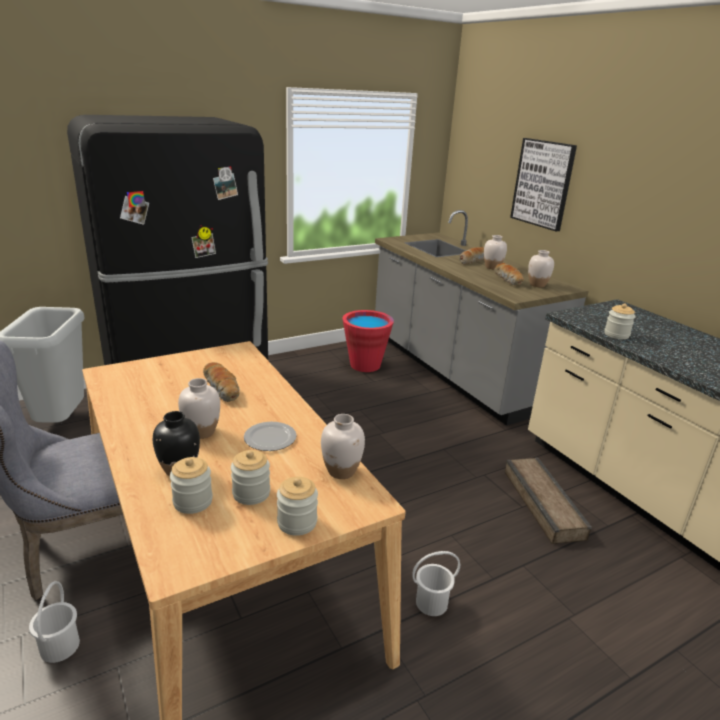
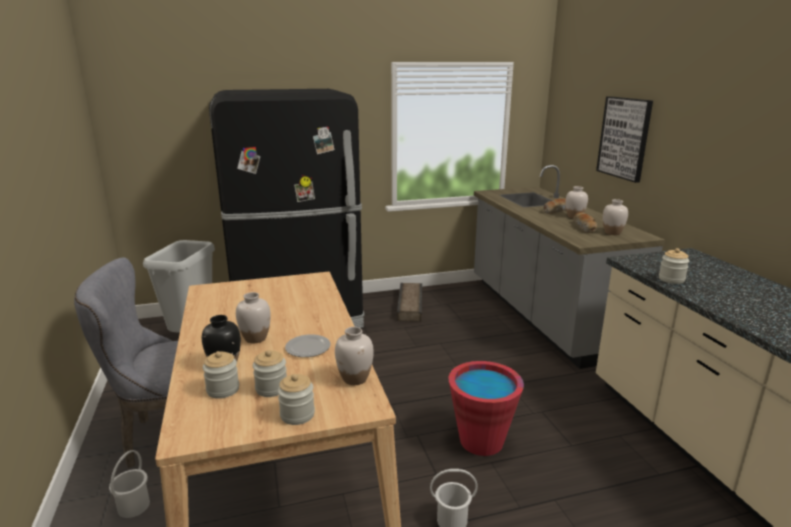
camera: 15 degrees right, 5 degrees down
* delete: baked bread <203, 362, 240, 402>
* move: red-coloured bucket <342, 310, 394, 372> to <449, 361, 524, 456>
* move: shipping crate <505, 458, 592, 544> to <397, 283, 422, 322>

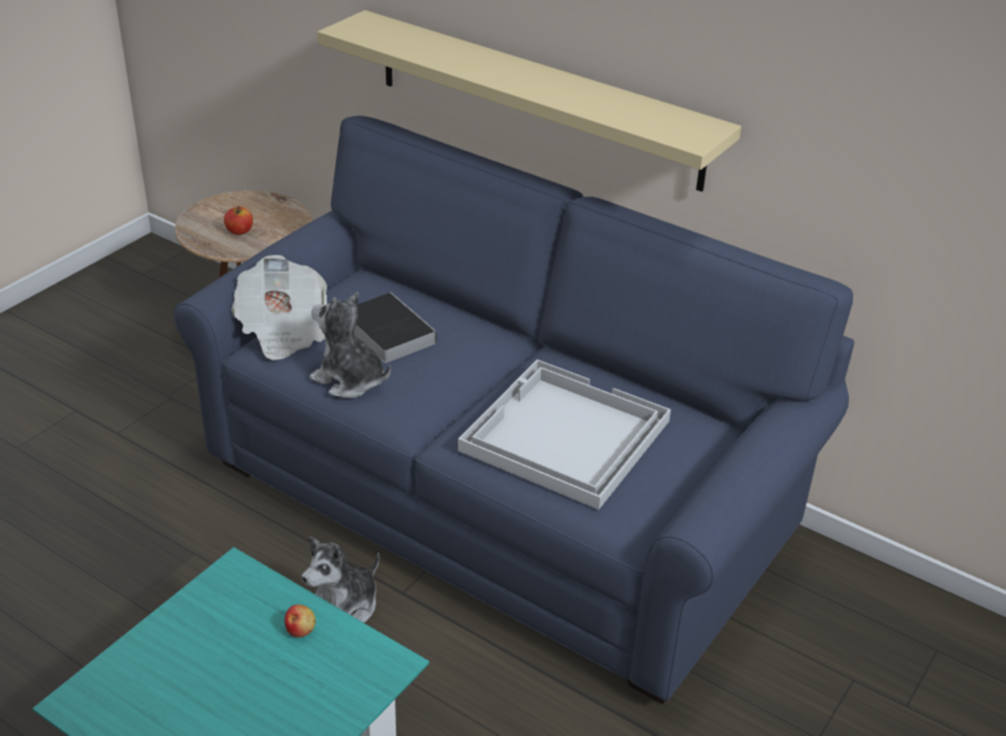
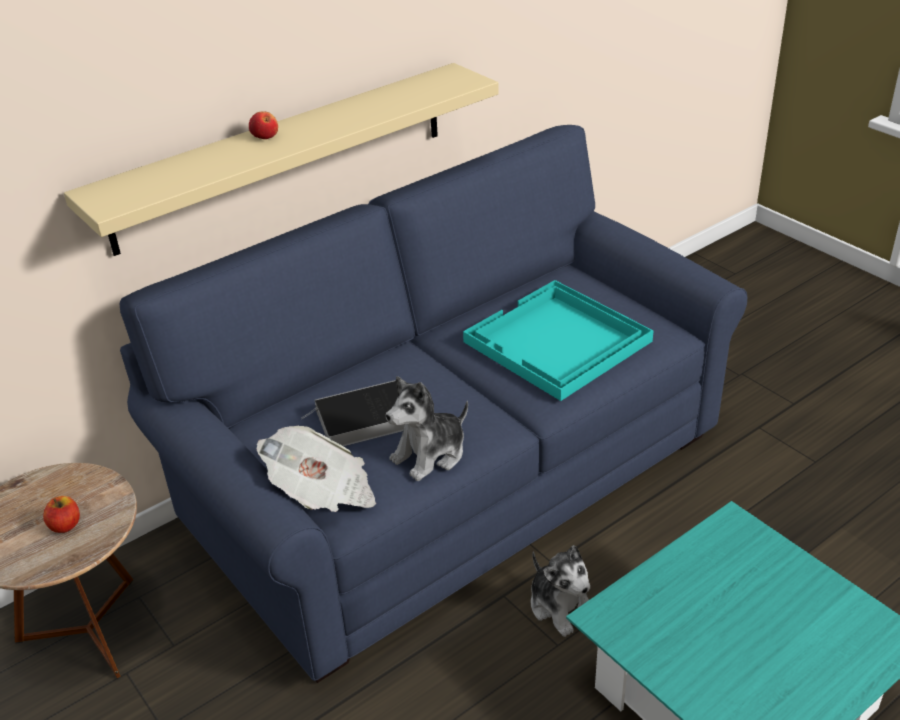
camera: 70 degrees left, 0 degrees up
* move: apple fruit <284, 604, 316, 637> to <249, 111, 278, 139>
* recolor: whitish tray <458, 359, 671, 510> to turquoise tray <463, 280, 653, 401>

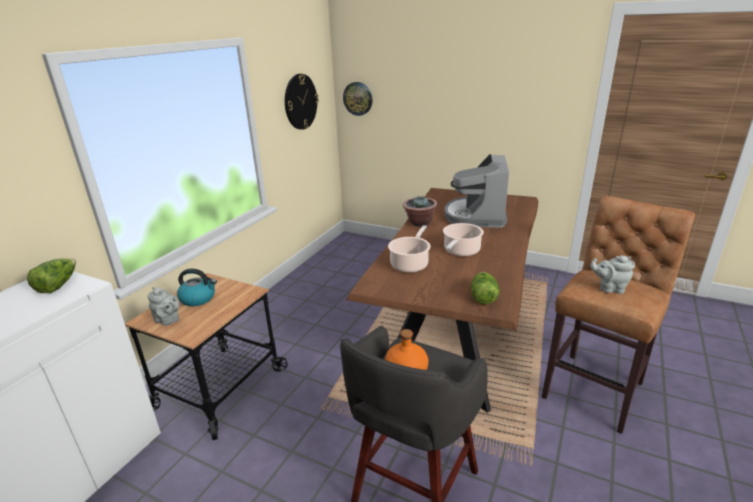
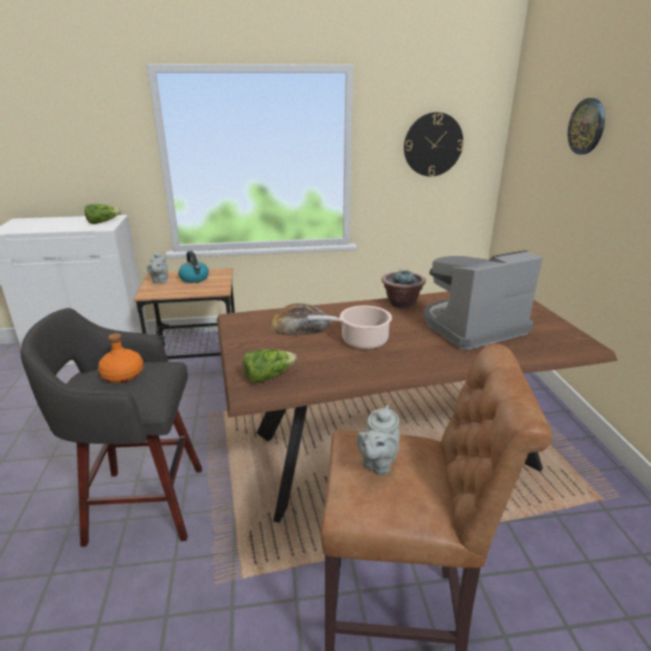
camera: 55 degrees right, 0 degrees up
* move: wall clock <343, 82, 372, 116> to <568, 98, 605, 155>
* replace: stockpot <388, 225, 431, 273> to baked bread <270, 303, 331, 336>
* rotate: gray pot for tea <590, 255, 635, 294> = <356, 405, 400, 475> 135 degrees counterclockwise

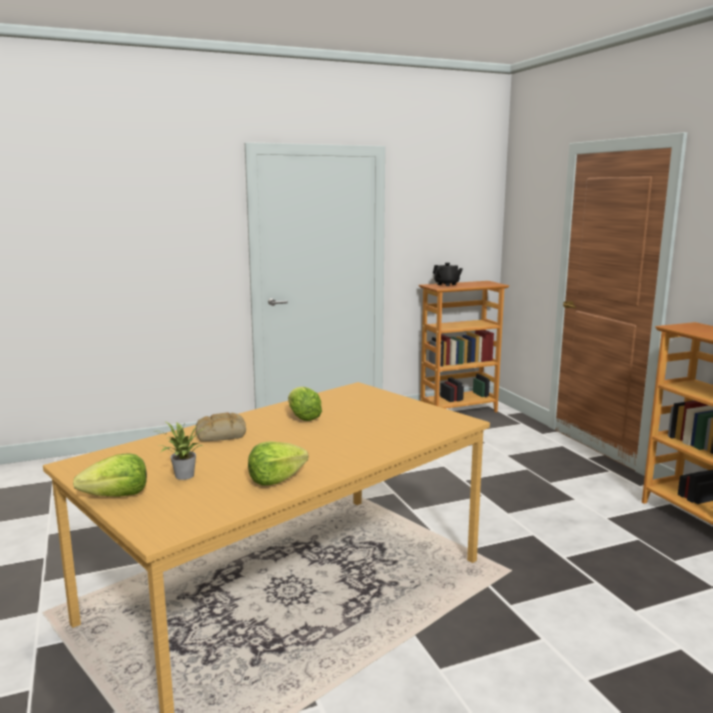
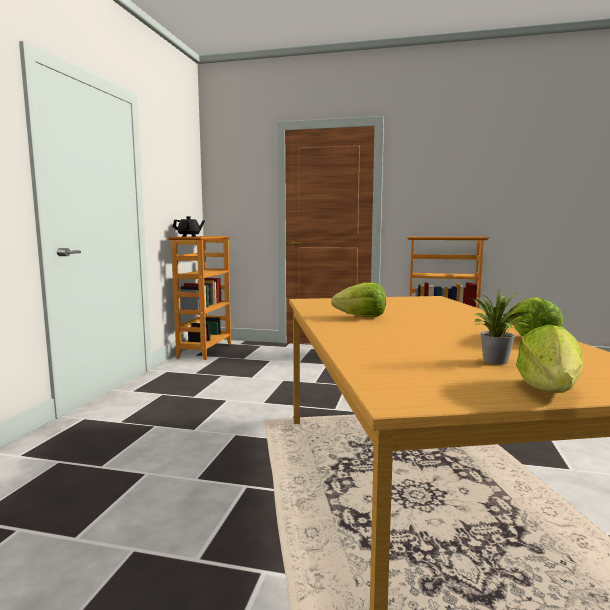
camera: 55 degrees left, 5 degrees down
* delete: baked bread <195, 412, 246, 441>

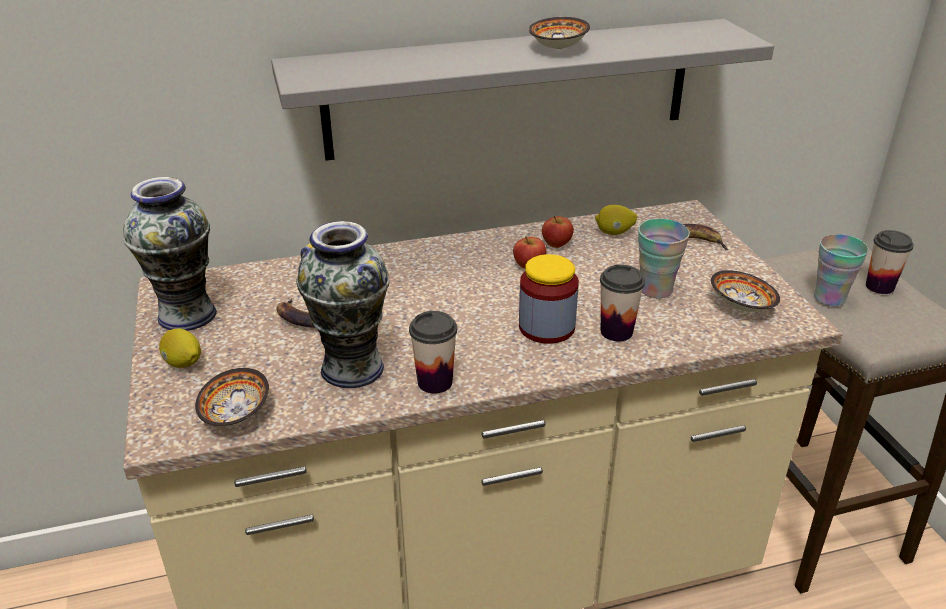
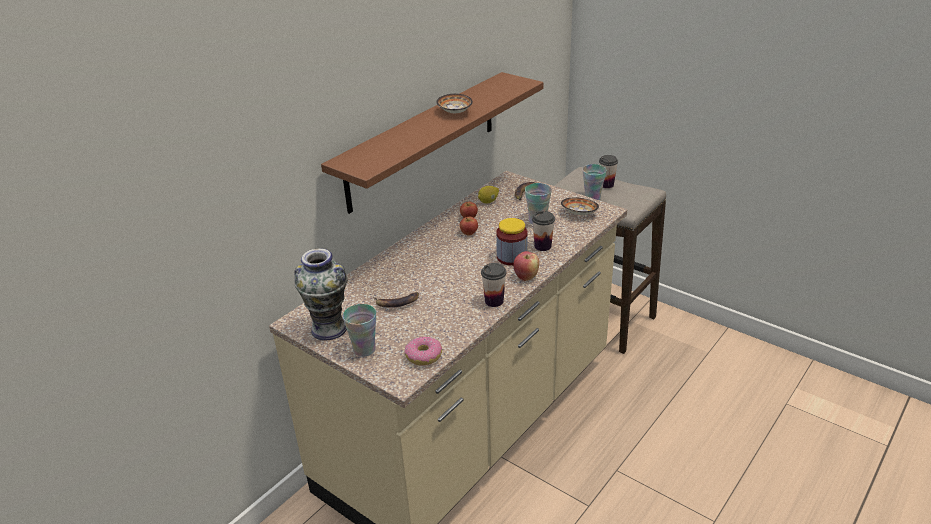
camera: 35 degrees left, 0 degrees up
* delete: decorative vase <297, 221, 389, 388>
* insert: apple fruit <513, 251, 539, 281>
* replace: whole lemon <159, 329, 201, 368> to small cup <343, 304, 376, 357>
* replace: deep dish <195, 368, 269, 426> to doughnut <405, 337, 442, 366>
* recolor: gray shelf <271, 19, 774, 161> to brown shelf <321, 72, 543, 214>

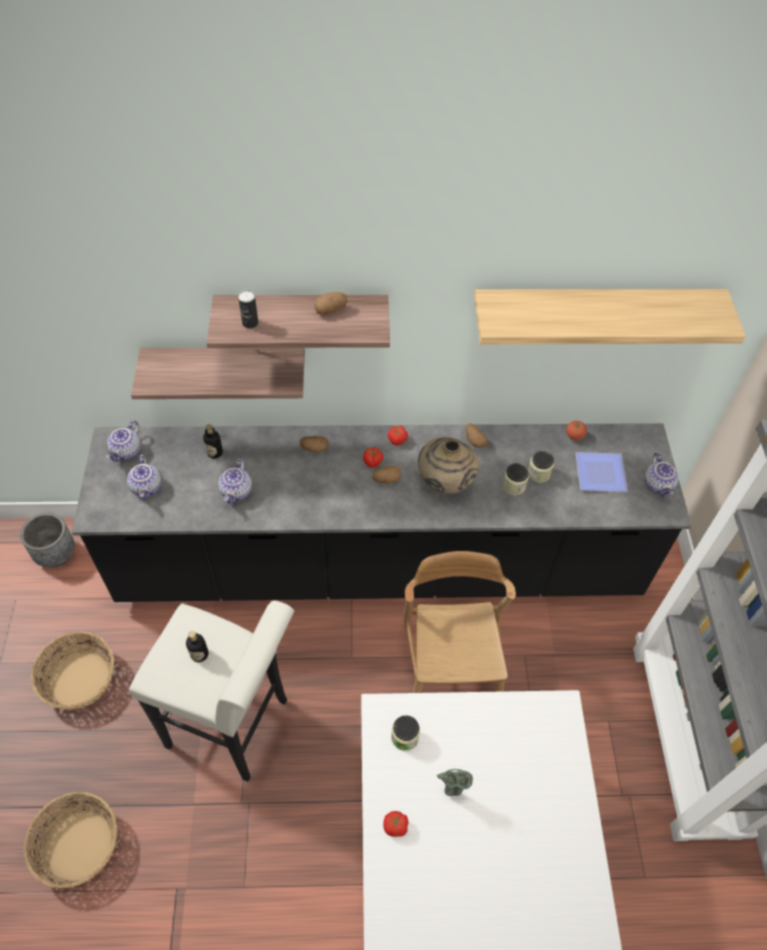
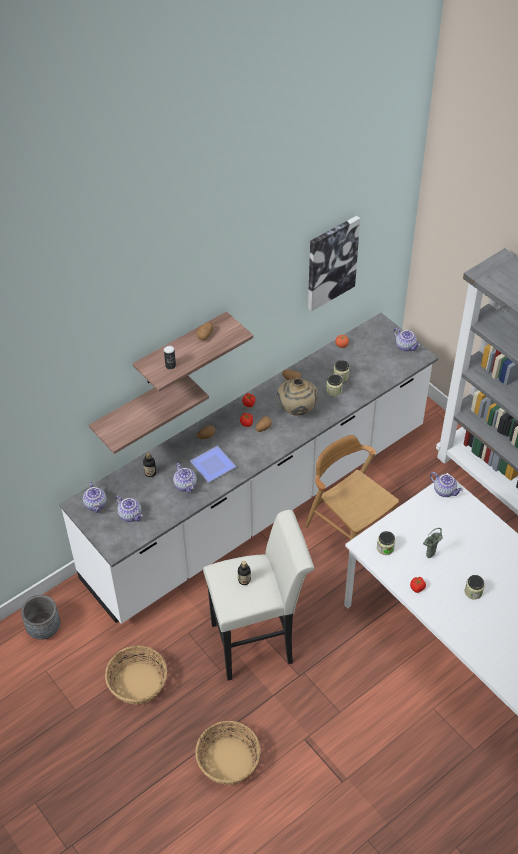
camera: 35 degrees left, 5 degrees down
* insert: pot for tea <430, 472, 463, 497>
* insert: preserve jar <464, 575, 485, 600>
* move: flat dish <576, 452, 628, 492> to <190, 446, 236, 482>
* replace: shelf <474, 289, 746, 344> to wall art <308, 216, 360, 312>
* recolor: black kitchen counter <72, 423, 691, 602> to whitish kitchen counter <59, 313, 438, 624>

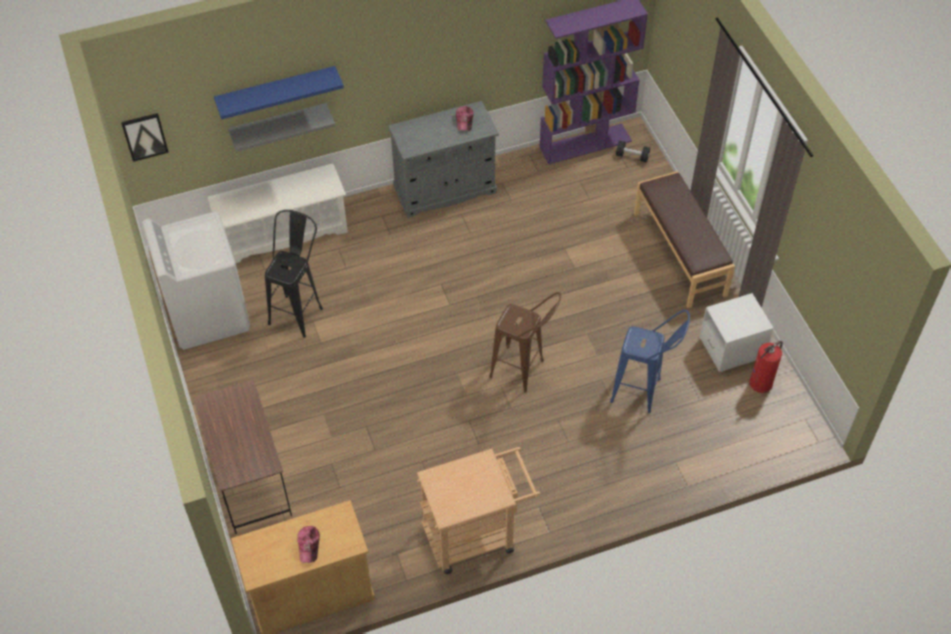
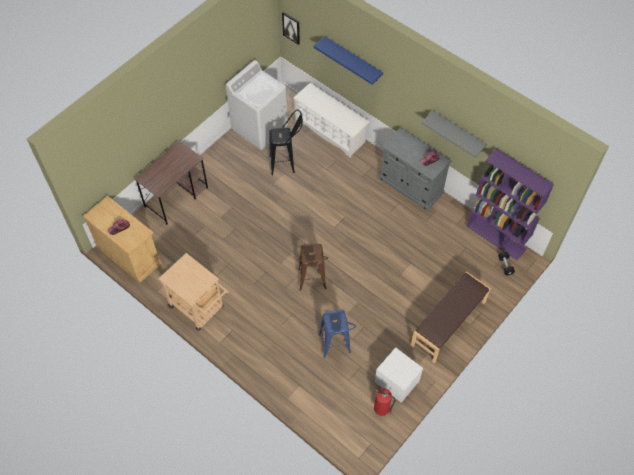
camera: 60 degrees right, 5 degrees up
* move: gray shelf <228, 103, 335, 152> to <421, 110, 487, 157>

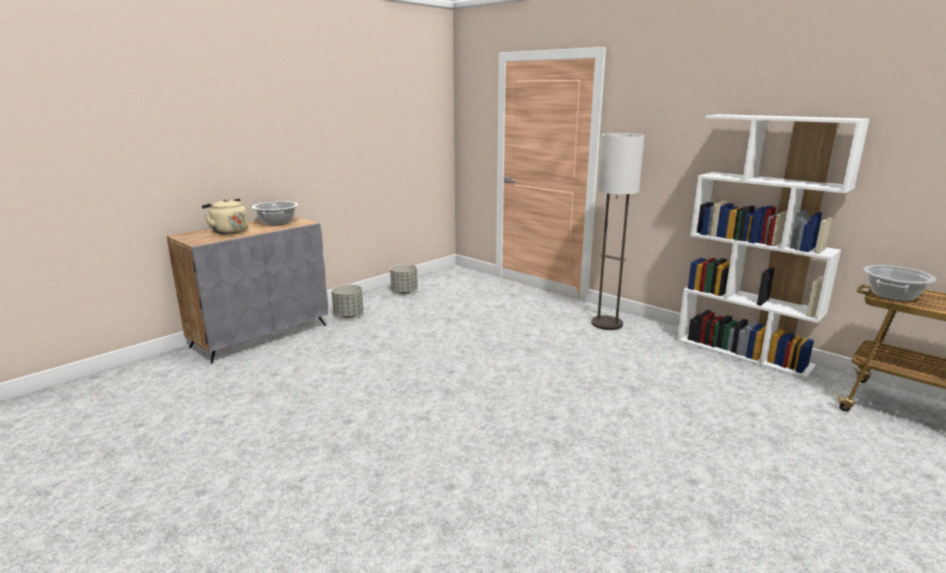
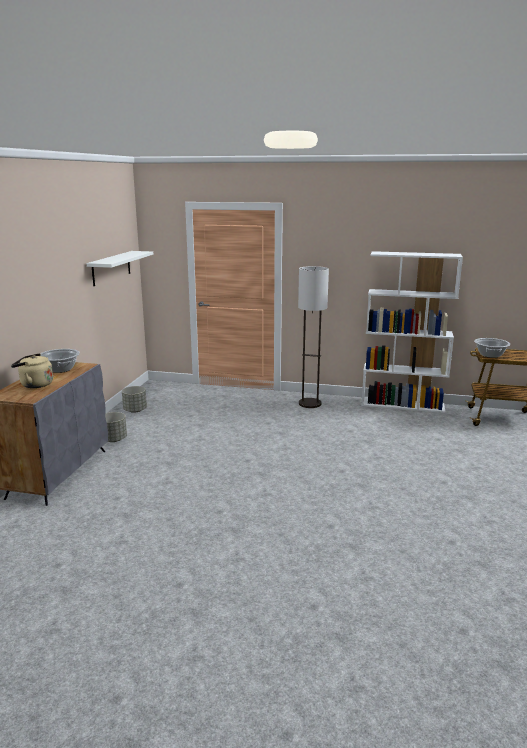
camera: 30 degrees left, 0 degrees up
* insert: whitish shelf <87, 251, 153, 286>

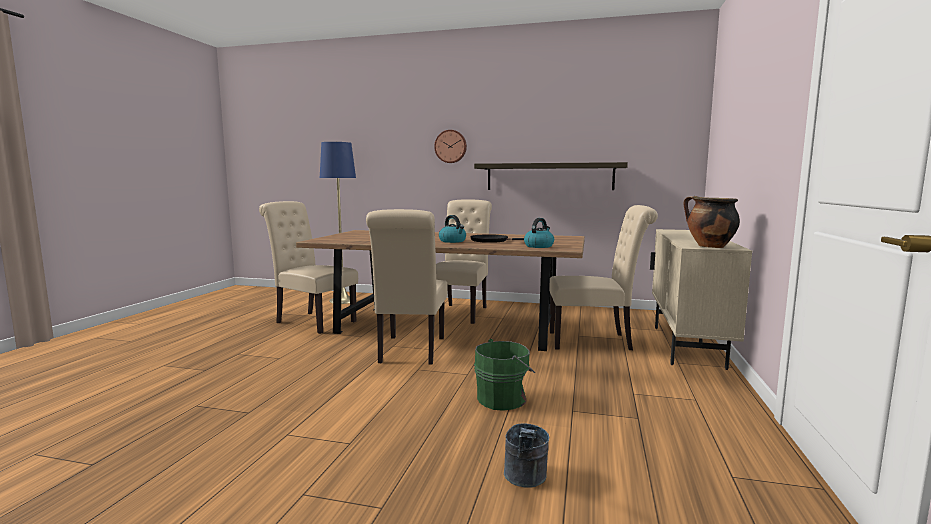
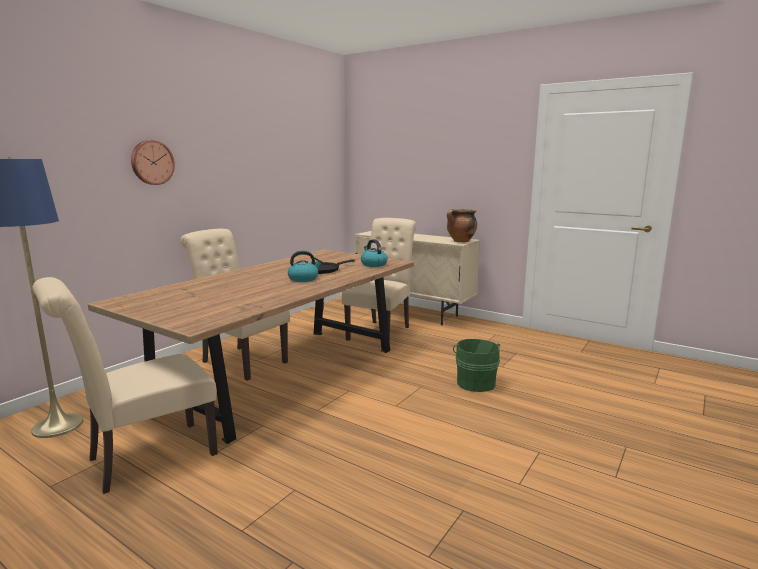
camera: 70 degrees left, 5 degrees up
* delete: beige-coloured upright chair <366, 209, 447, 364>
* delete: shelf <474, 162, 628, 190>
* delete: gray bucket <504, 423, 549, 488>

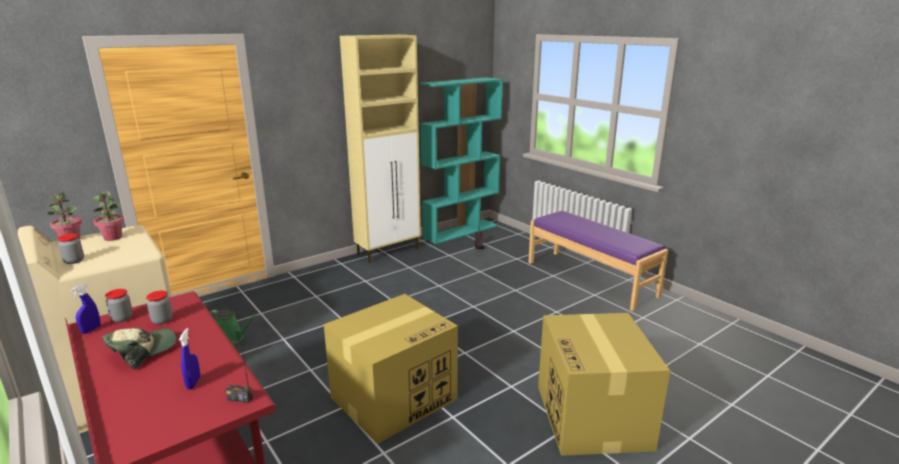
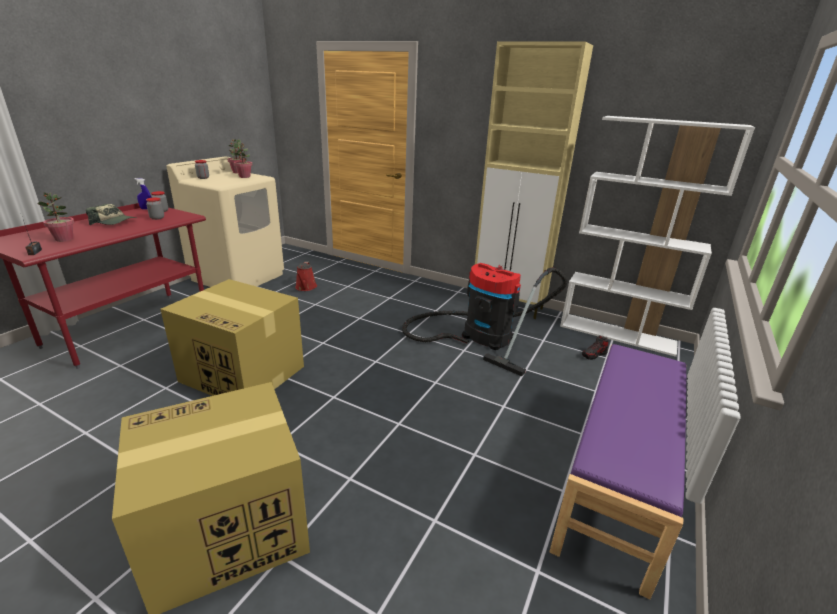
camera: 65 degrees right, 5 degrees up
* insert: vacuum cleaner <402, 263, 567, 376>
* replace: blue sprayer <179, 328, 200, 389> to houseplant <38, 193, 75, 242>
* recolor: green-coloured watering can <210, 310, 256, 345> to red-coloured watering can <295, 262, 317, 291>
* recolor: turquoise shelving unit <420, 77, 503, 244> to whitish shelving unit <560, 116, 755, 357>

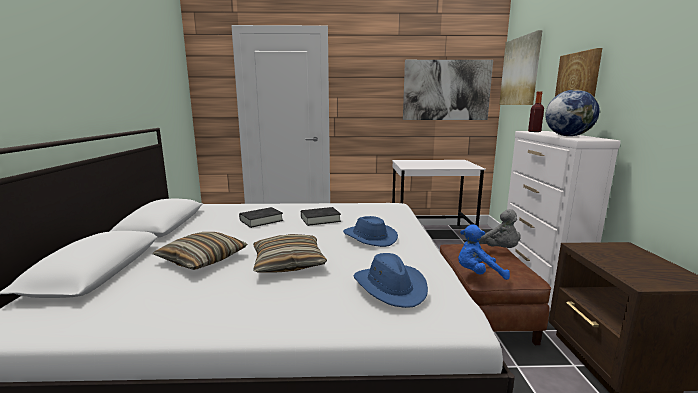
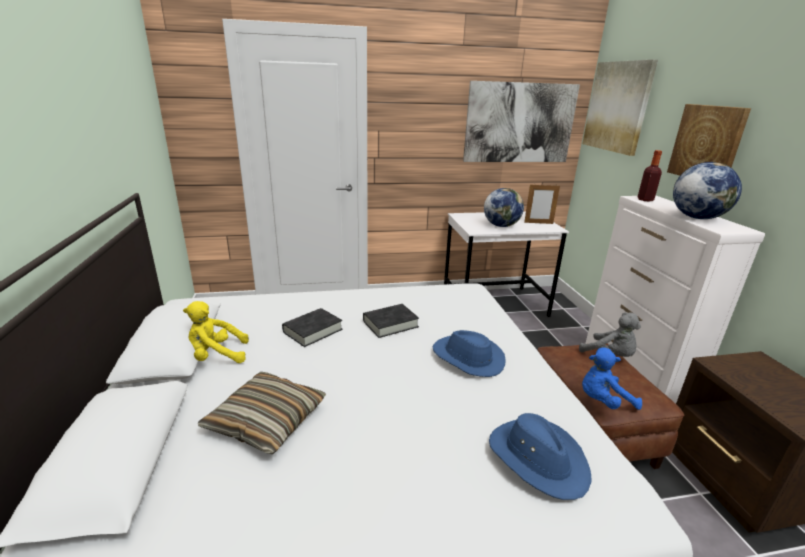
camera: 10 degrees left, 10 degrees up
* delete: throw pillow <253, 234, 327, 273>
* insert: yellow-coloured soft toy <183, 301, 249, 363>
* insert: globe <484, 188, 524, 227>
* insert: photo frame <524, 183, 560, 224>

